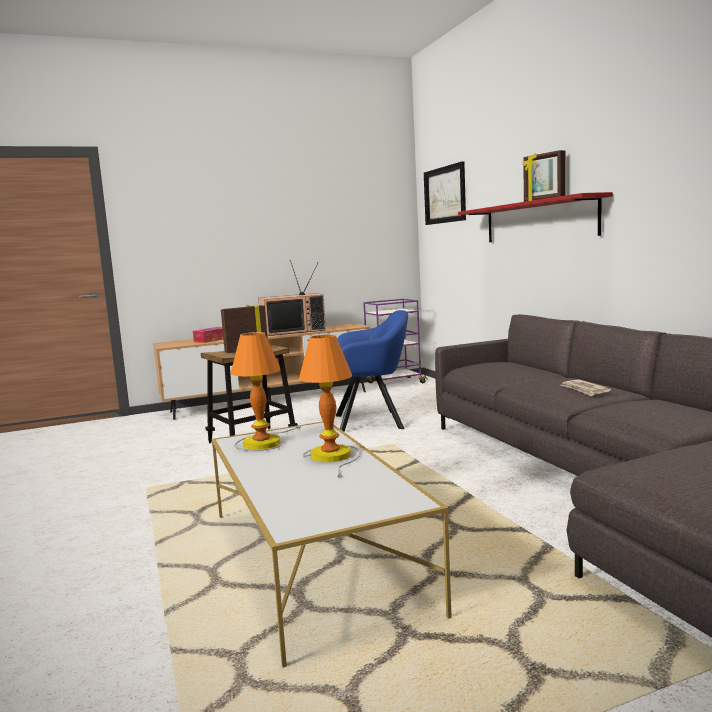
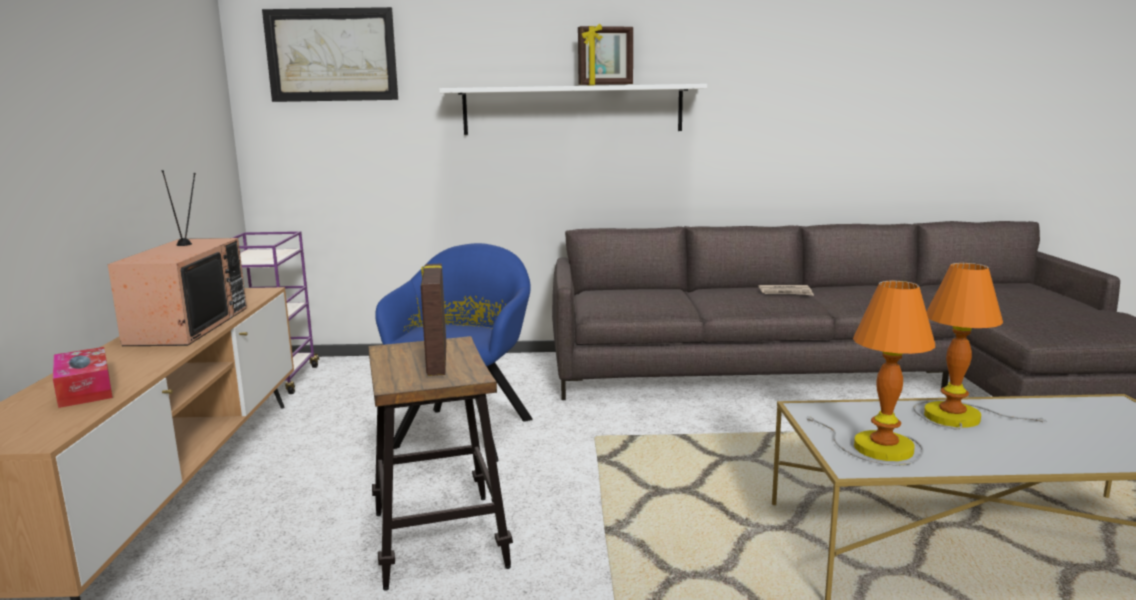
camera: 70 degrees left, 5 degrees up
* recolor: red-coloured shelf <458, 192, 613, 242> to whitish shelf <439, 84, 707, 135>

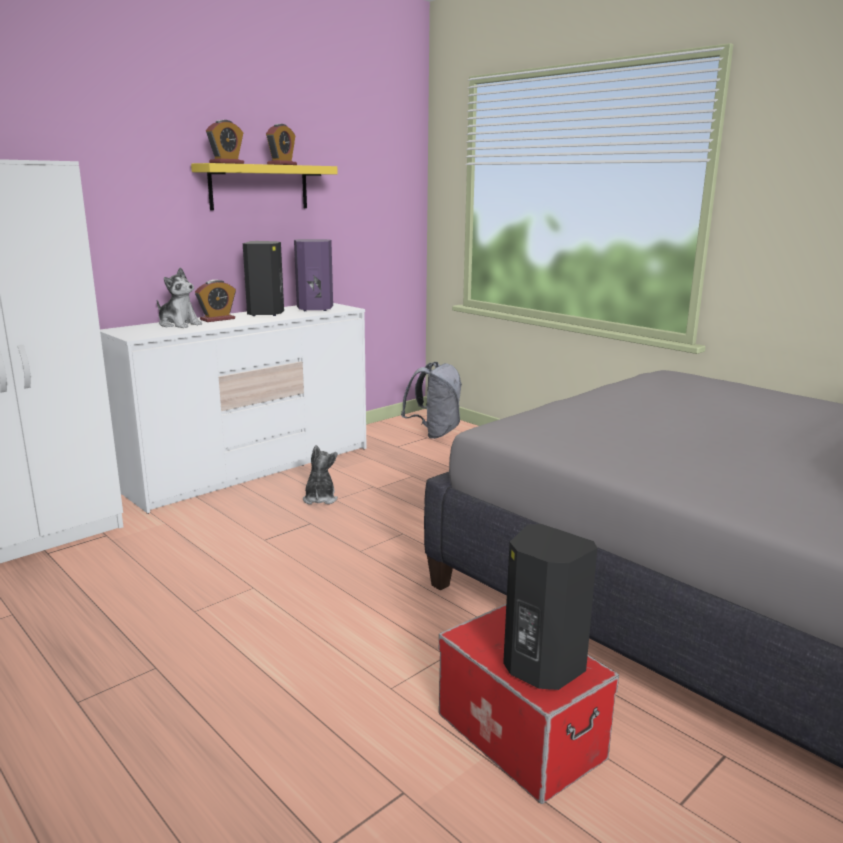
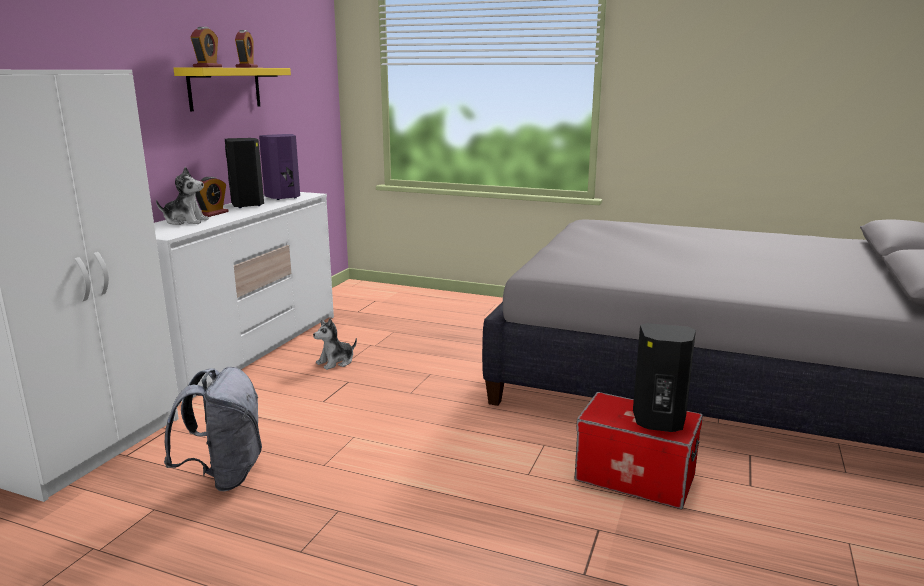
camera: 25 degrees left, 0 degrees up
* move: gray rucksack <401, 362, 462, 439> to <164, 367, 262, 491>
* rotate: soft toy <303, 445, 338, 504> = <313, 318, 357, 370> 105 degrees counterclockwise

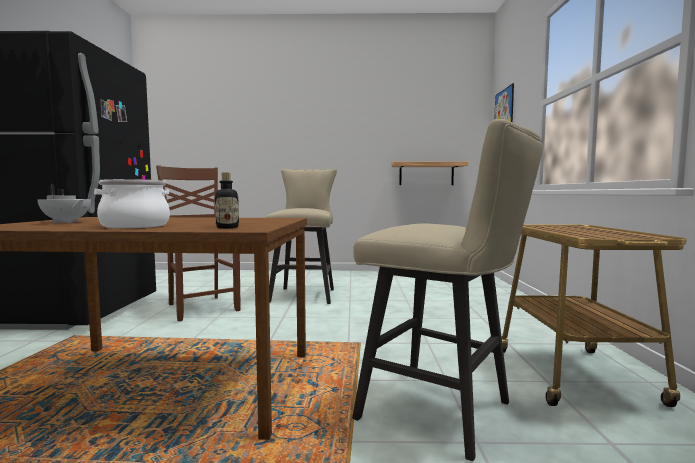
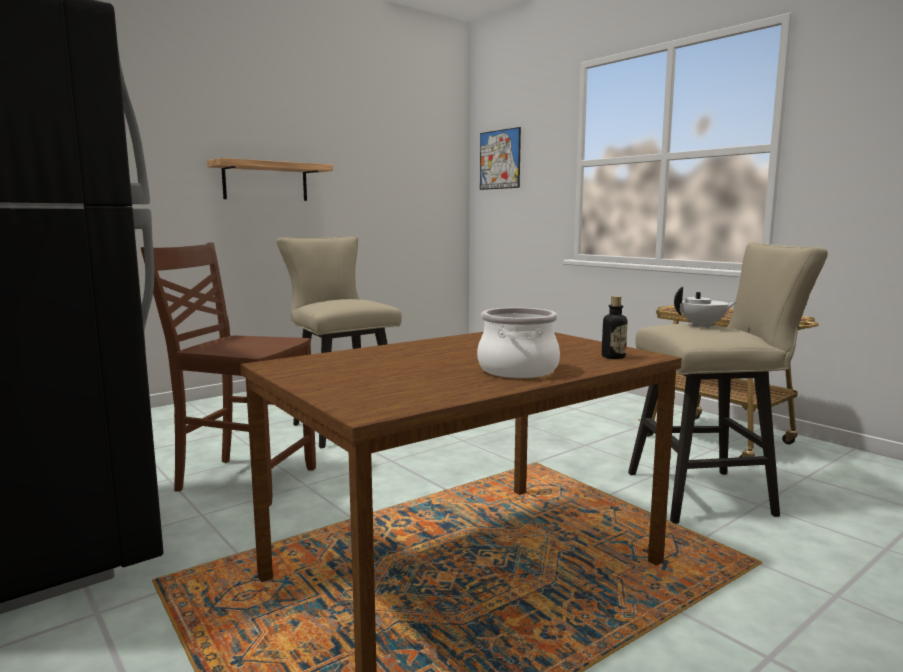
camera: 40 degrees left, 5 degrees up
* move: whitish pot for tea <37, 184, 91, 223> to <674, 287, 736, 328>
* move: shelf <392, 161, 468, 185> to <207, 158, 333, 201>

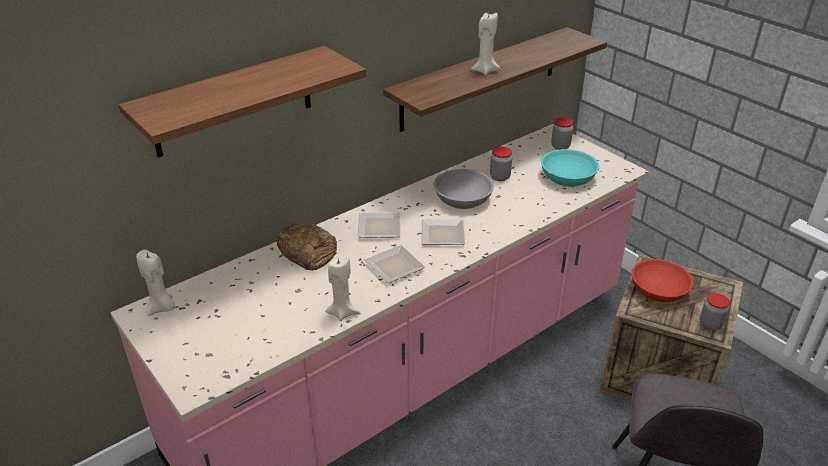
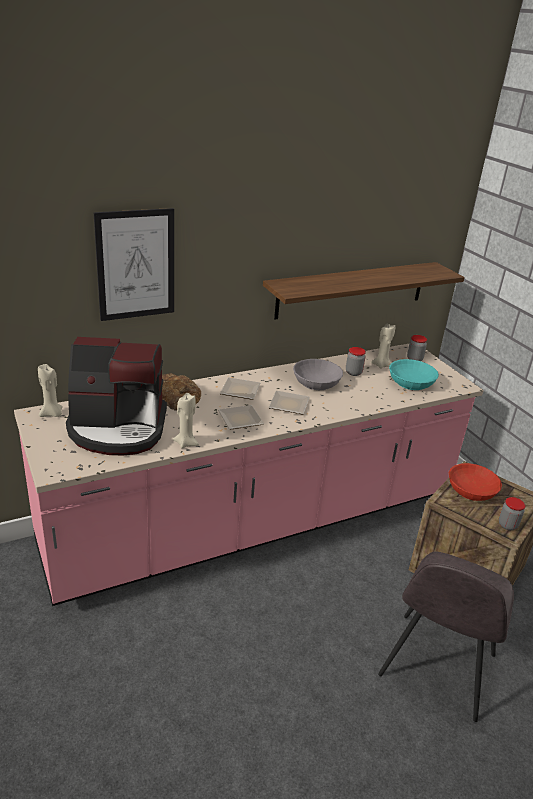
camera: 10 degrees right, 5 degrees down
* insert: coffee brewer <66, 337, 167, 455>
* move: beige-coloured candle <471, 13, 500, 75> to <371, 324, 396, 369>
* replace: shelf <118, 46, 366, 158> to wall art <94, 208, 174, 321>

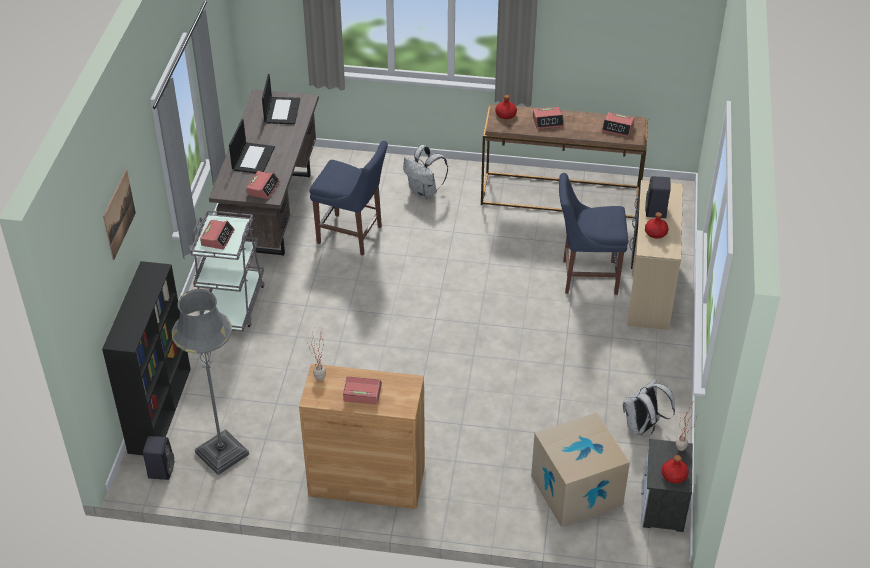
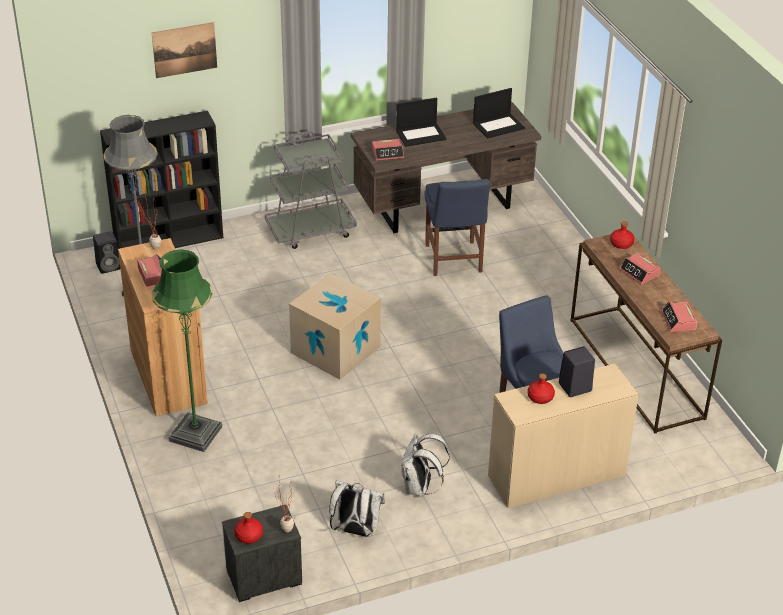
camera: 60 degrees right, 5 degrees down
* delete: alarm clock <200, 220, 235, 249>
* insert: green-coloured standard lamp <152, 250, 222, 452>
* move: whitish rucksack <403, 145, 448, 199> to <401, 433, 450, 497>
* move: carton <531, 412, 630, 527> to <289, 273, 381, 380>

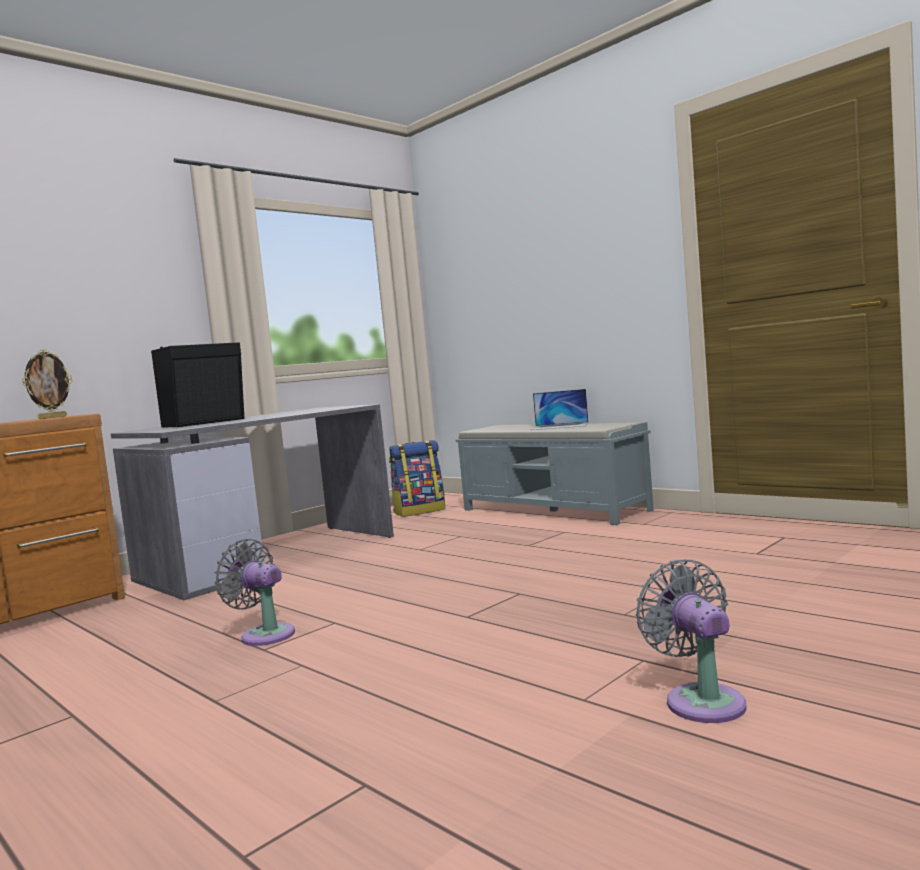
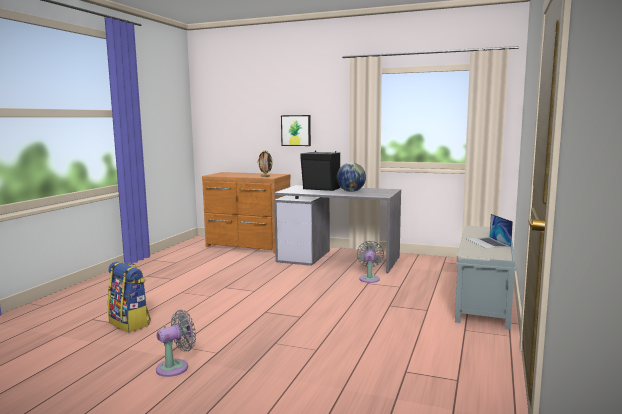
camera: 65 degrees right, 5 degrees up
* insert: wall art <281, 115, 311, 146>
* insert: globe <337, 162, 366, 192>
* move: gray cooling fan <214, 539, 295, 646> to <357, 241, 384, 283>
* move: rucksack <389, 440, 445, 517> to <107, 262, 151, 332>

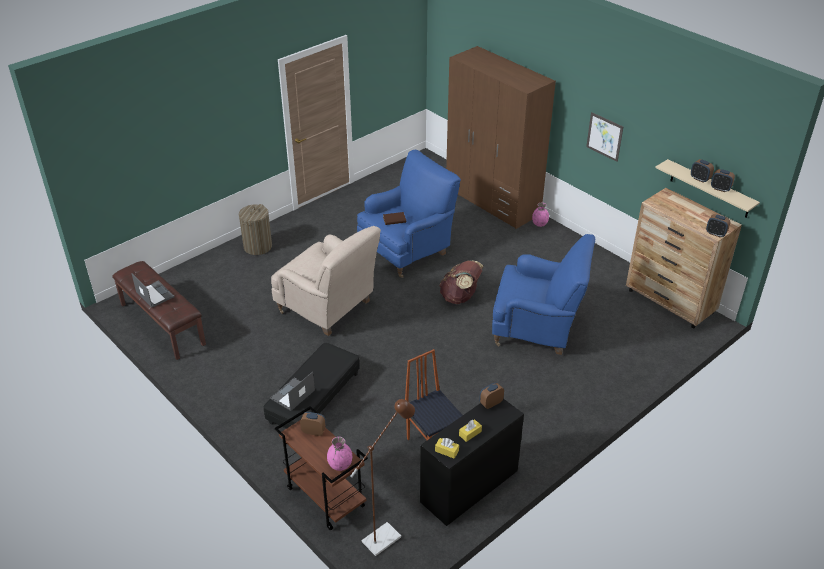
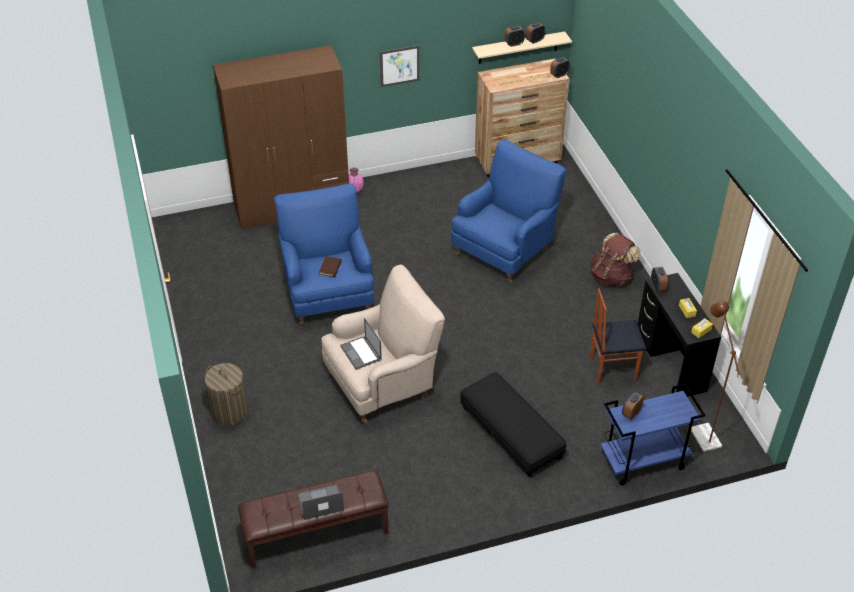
camera: 65 degrees left, 5 degrees up
* delete: pinkish decorative vase <327, 437, 352, 471>
* move: portable computer <270, 372, 315, 411> to <340, 318, 382, 370>
* move: brown rucksack <439, 260, 484, 304> to <591, 232, 641, 286>
* recolor: brown wheeled cart <275, 406, 368, 531> to blue wheeled cart <600, 383, 705, 486>

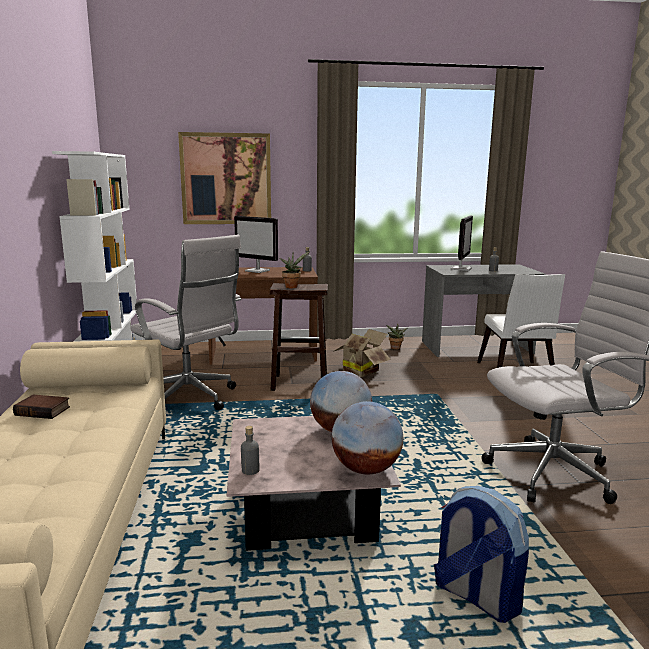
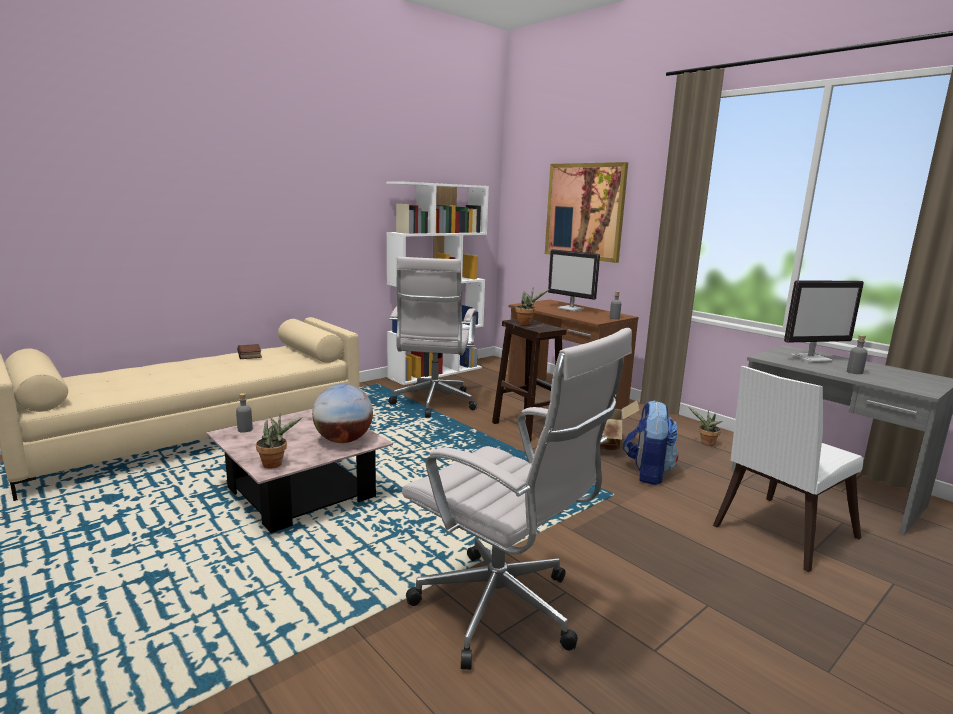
camera: 55 degrees right, 0 degrees up
* move: rucksack <434, 486, 529, 623> to <623, 400, 678, 485>
* replace: globe <332, 401, 403, 474> to houseplant <256, 413, 302, 468>
* rotate: monitor <234, 216, 278, 273> = <548, 249, 600, 311> 45 degrees counterclockwise

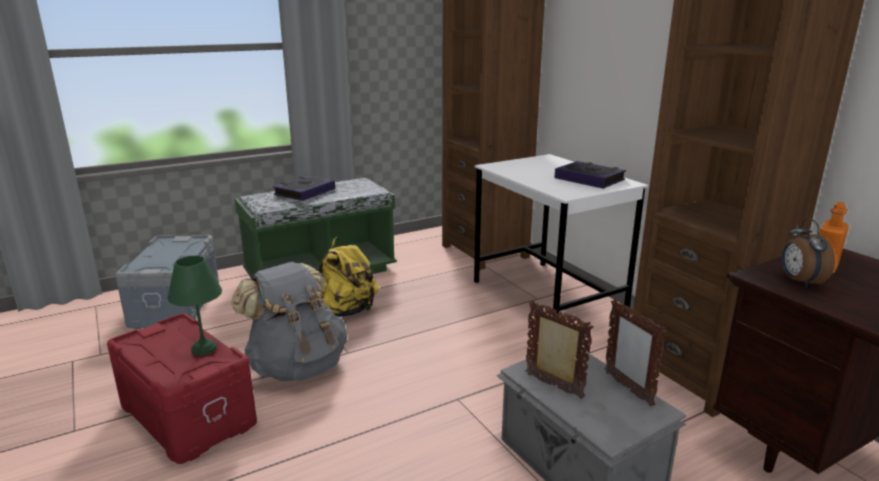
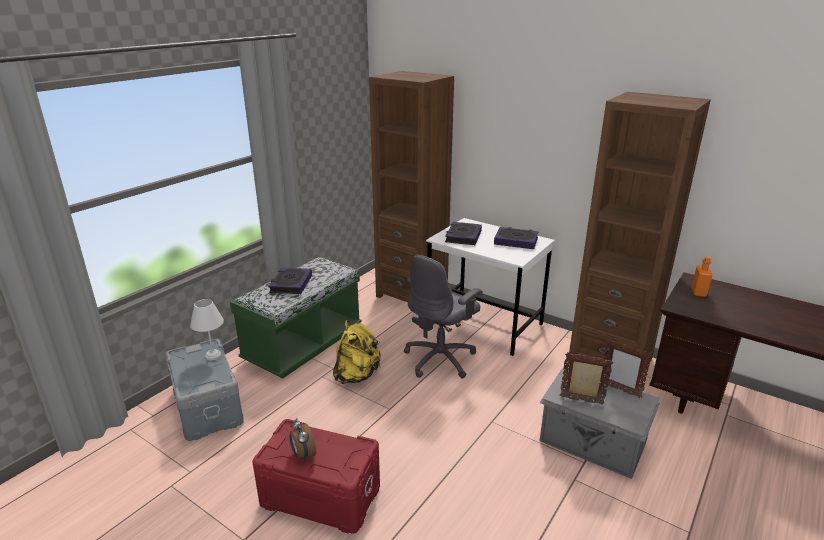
camera: 25 degrees left, 5 degrees up
* delete: green-coloured table lamp <167, 256, 222, 356>
* delete: gray rucksack <231, 261, 347, 381>
* insert: whitish table lamp <190, 299, 224, 360>
* insert: gray desk chair <404, 255, 482, 379>
* insert: book <445, 222, 482, 245>
* move: alarm clock <782, 218, 835, 287> to <289, 418, 316, 461>

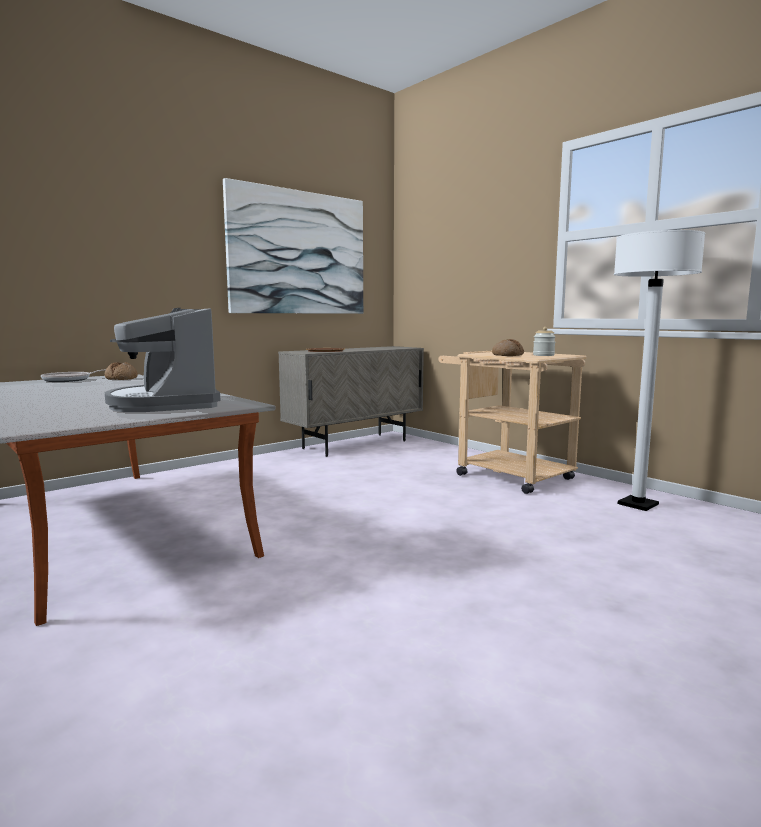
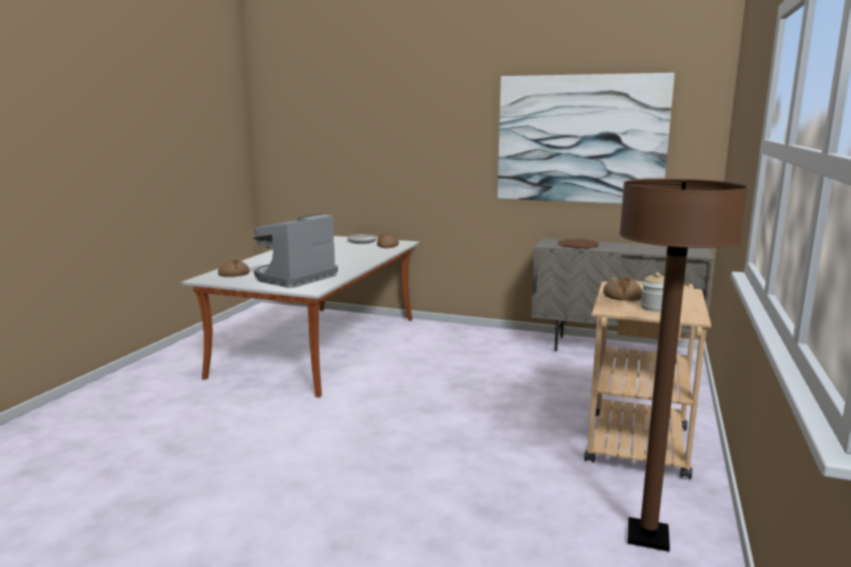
camera: 60 degrees right, 5 degrees up
* insert: baked bread <218, 259, 250, 277>
* recolor: whitish standard lamp <614, 230, 705, 511> to brown standard lamp <619, 178, 748, 552>

